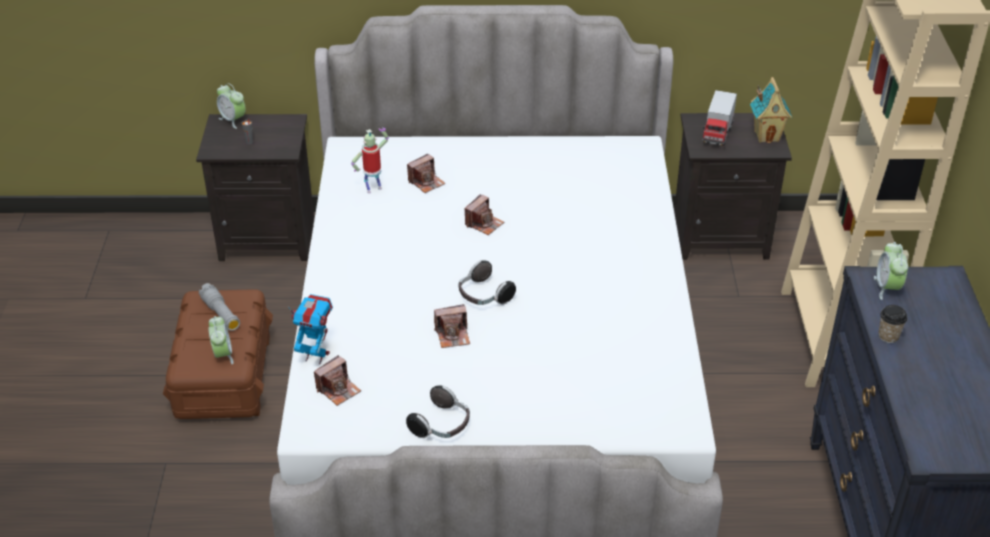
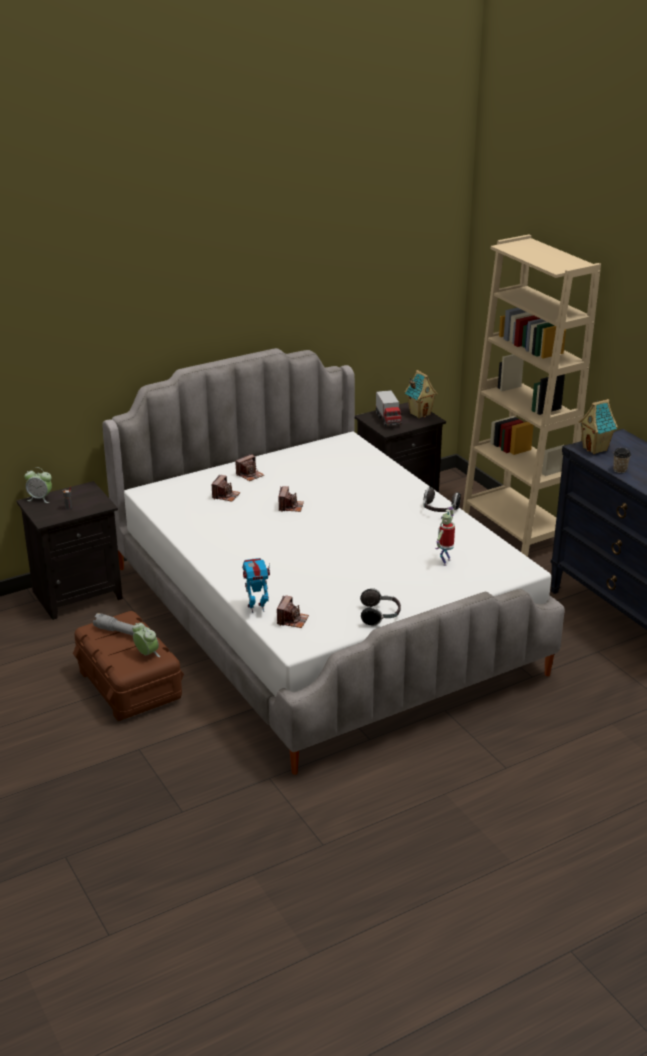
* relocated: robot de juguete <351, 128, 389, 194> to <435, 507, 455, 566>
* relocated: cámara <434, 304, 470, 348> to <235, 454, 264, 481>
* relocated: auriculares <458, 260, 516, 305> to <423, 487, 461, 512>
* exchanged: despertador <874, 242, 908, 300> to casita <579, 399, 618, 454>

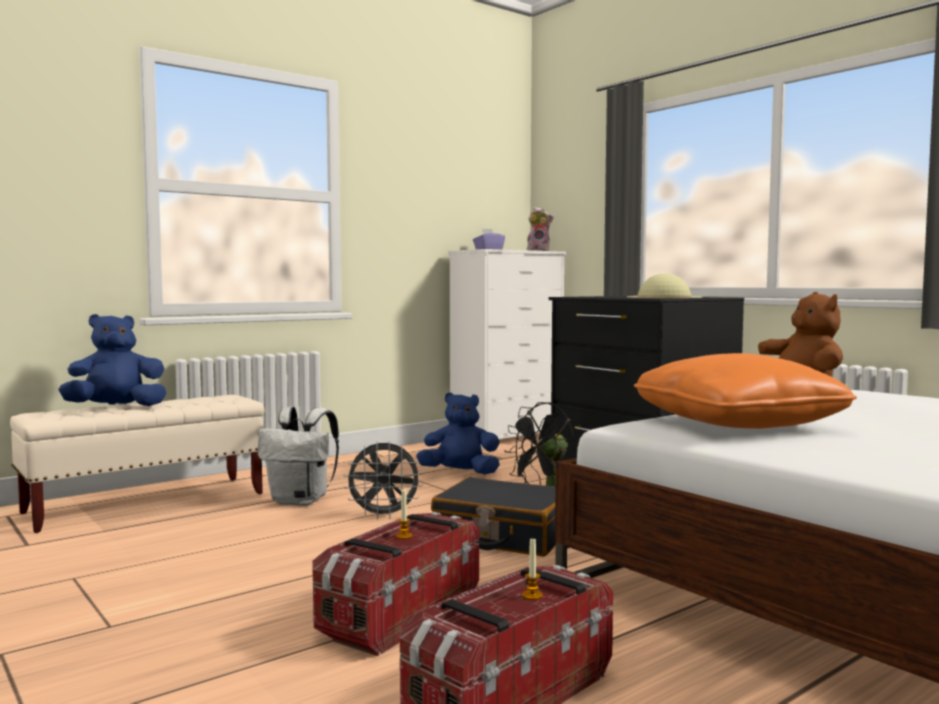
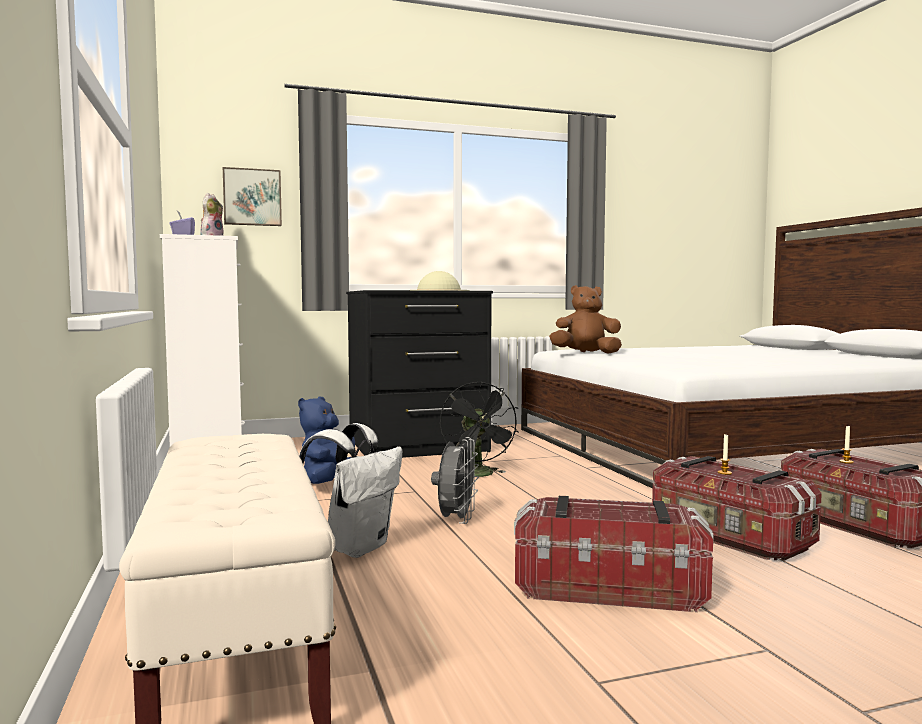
* missing: peluche [azul] <59, 314, 167, 406>
* missing: maleta [negro] <431, 477, 556, 557>
* missing: cojín [naranja] <634, 353, 857, 429>
* appeared: cuadro <223, 167, 282, 226>
* appeared: caja de almacenaje <514, 496, 714, 612>

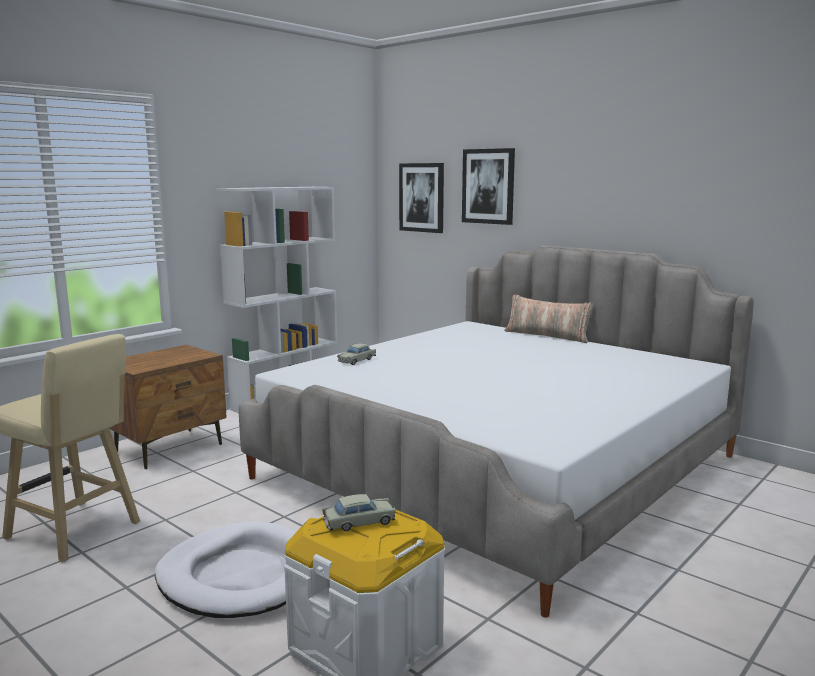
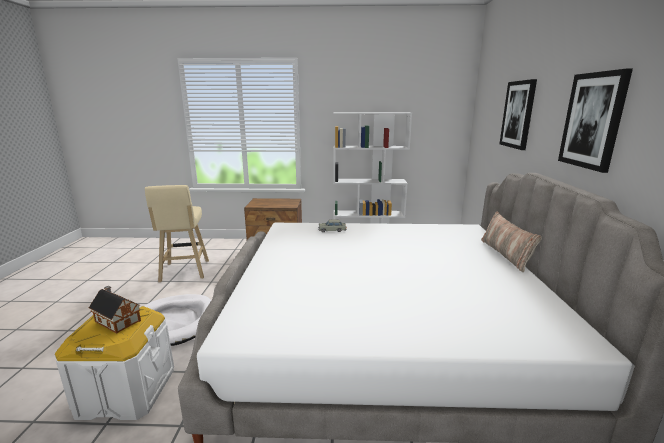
* exchanged: coche de juguete [beis] <322, 494, 396, 531> to casita <89, 286, 141, 334>
* relocated: cuadro <399, 163, 444, 233> to <558, 68, 633, 173>

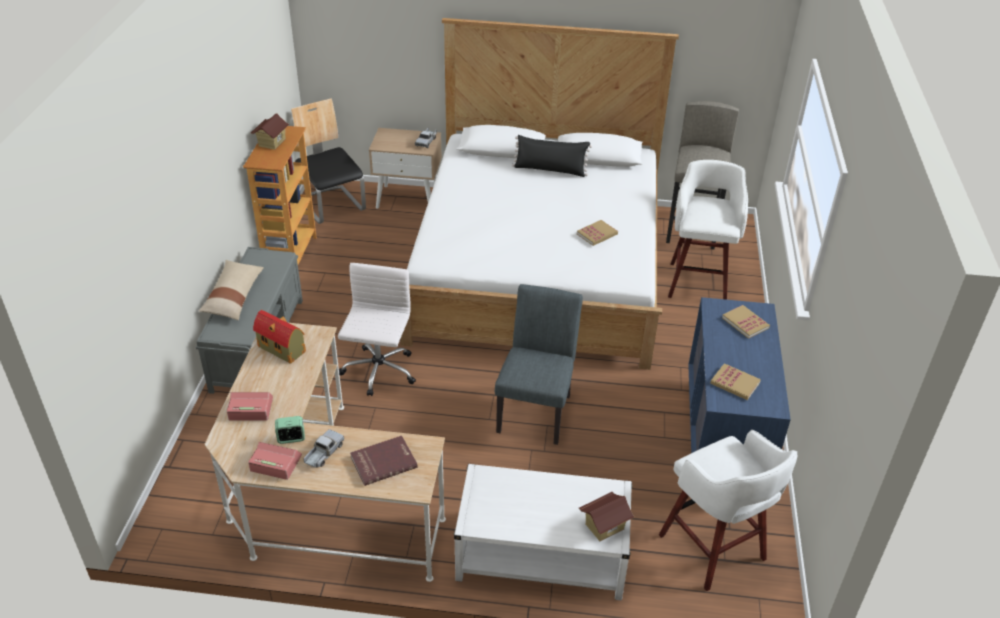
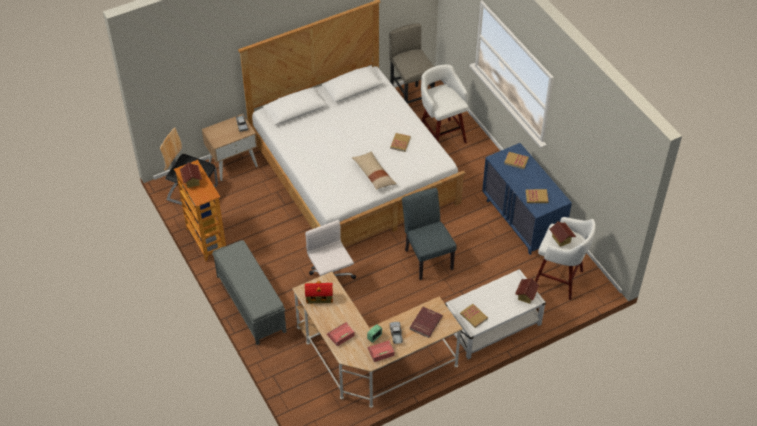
* relocated: cojín [beis] <199, 260, 264, 320> to <352, 152, 397, 190>
* missing: cojín [negro] <512, 135, 592, 177>
* appeared: libro <460, 304, 488, 328>
* appeared: casita <549, 221, 576, 247>

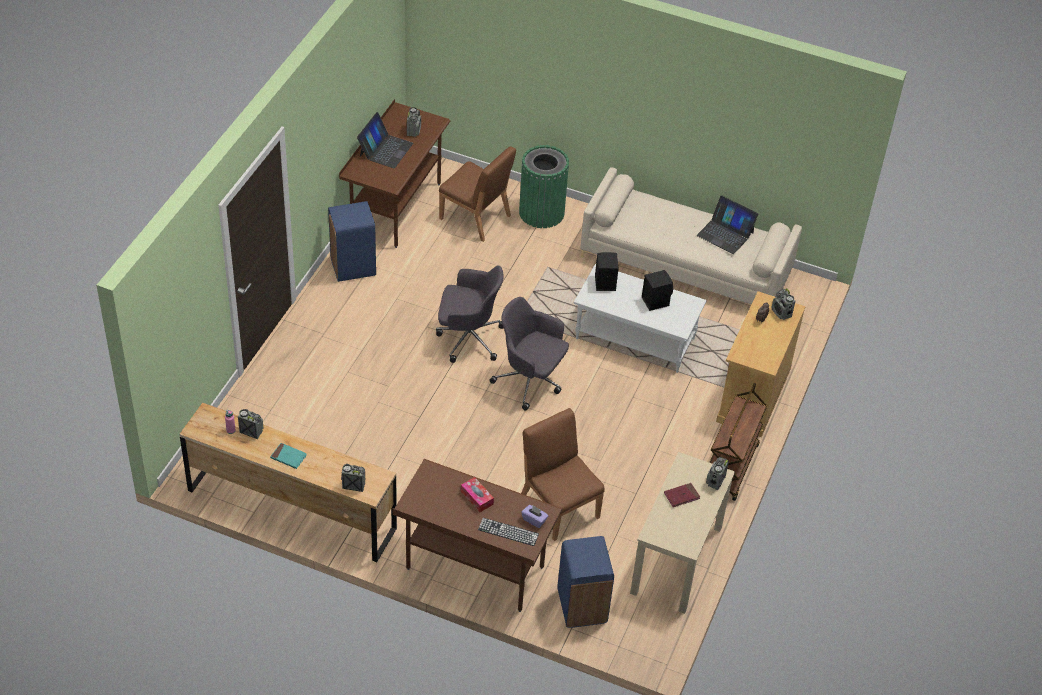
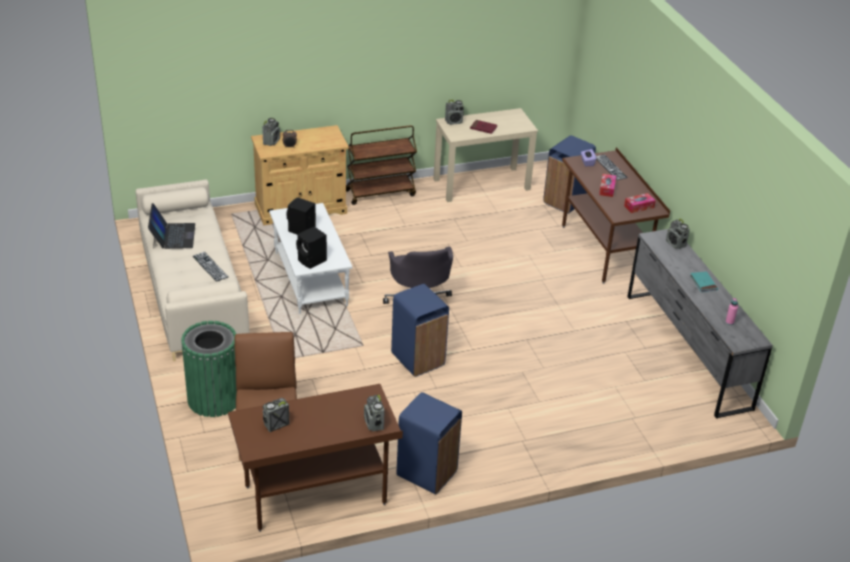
* colour: cómoda [marrón] <179, 403, 397, 562> to cómoda [gris] <627, 229, 773, 419>
* relocated: radio <238, 409, 263, 439> to <364, 394, 385, 432>
* missing: portátil <357, 112, 413, 168>
* exchanged: silla de oficina [gris] <436, 266, 504, 363> to papelera [azul] <391, 284, 449, 377>
* missing: silla [marrón] <521, 408, 605, 541>
* appeared: teclado <192, 252, 229, 282>
* appeared: caja de pañuelos <624, 193, 656, 213>

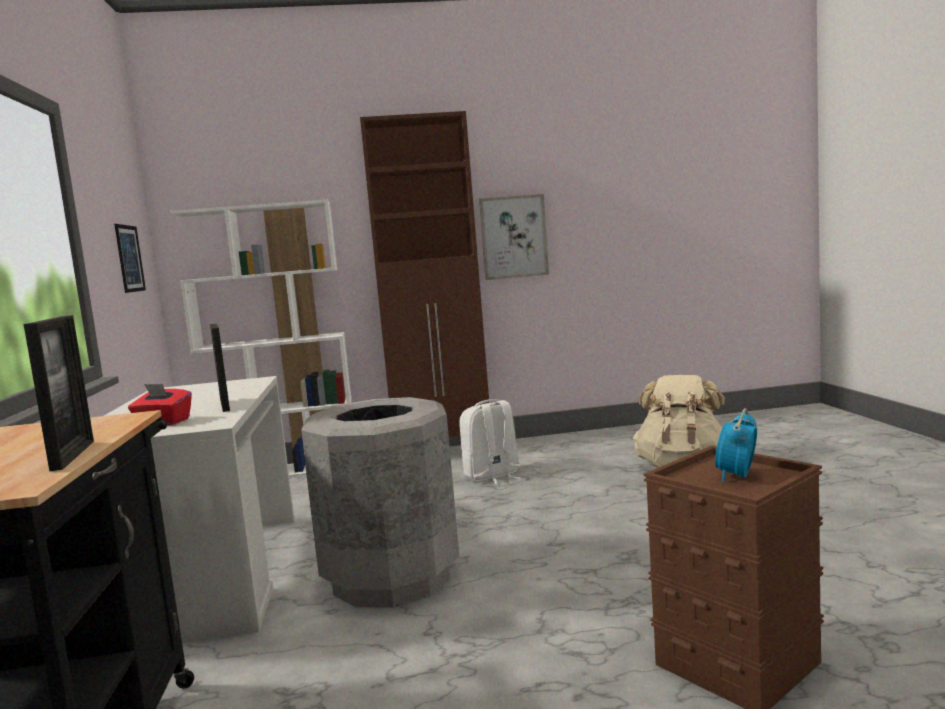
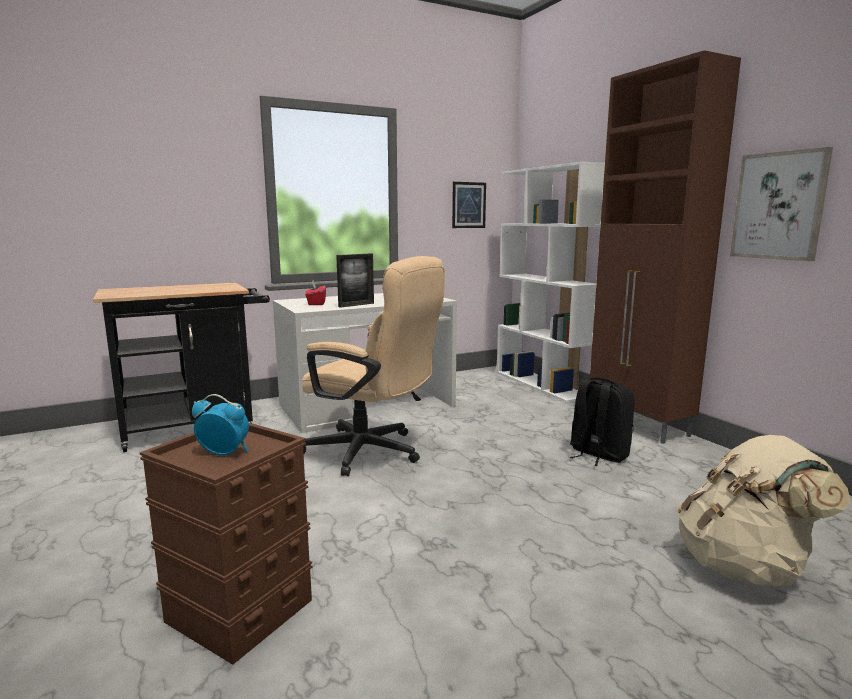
* missing: portarretratos <24, 315, 94, 472>
* exchanged: papelera [gris] <301, 397, 459, 608> to silla de oficina [beis] <301, 256, 445, 476>
* colour: mochila [blanco] <460, 399, 521, 485> to mochila [negro] <570, 377, 635, 466>

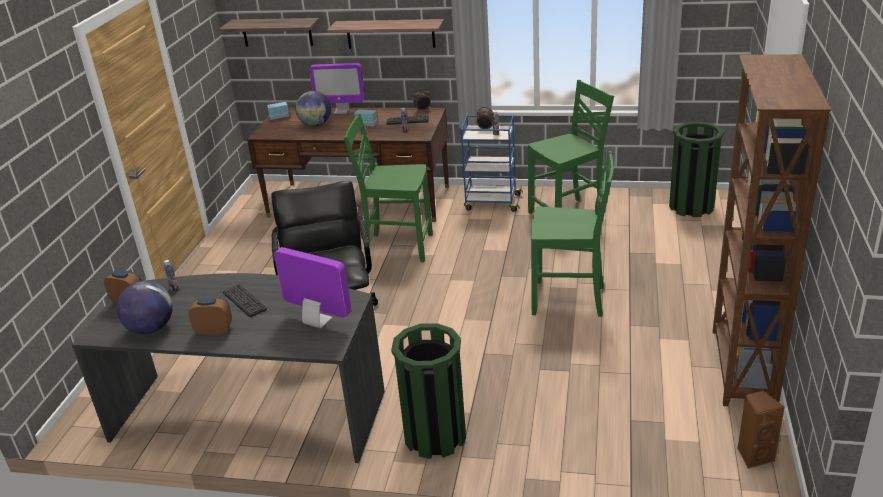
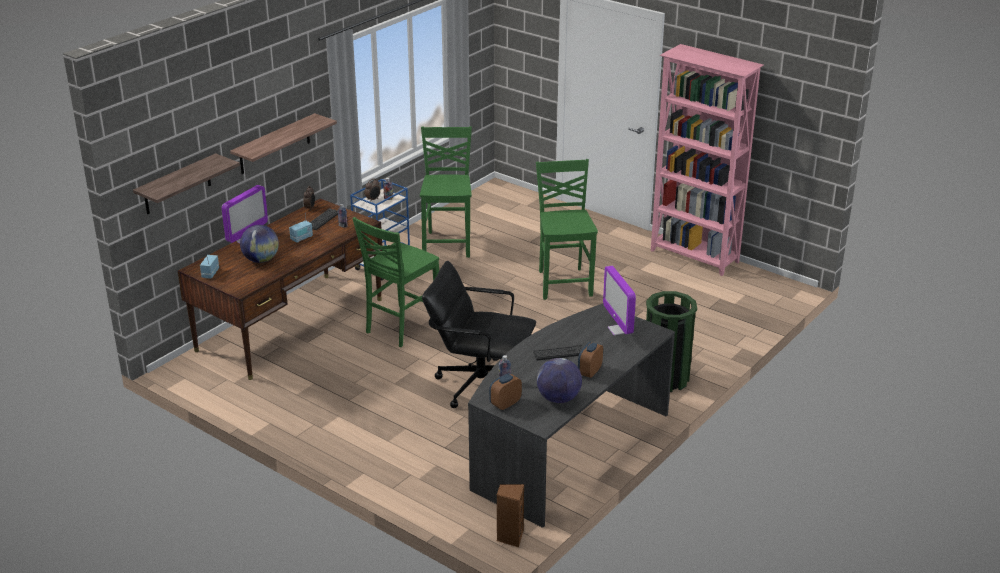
* spun: monitor <274, 247, 351, 329> = <603, 266, 636, 336> 75 degrees counterclockwise
* spun: silla [verde] <531, 151, 613, 317> = <536, 159, 598, 300> 45 degrees counterclockwise
* missing: papelera [verde] <669, 121, 724, 217>
* colour: estantería [marrón] <713, 54, 831, 406> to estantería [rosa] <651, 44, 764, 276>
* relocated: altavoz [marrón] <737, 390, 785, 469> to <497, 484, 524, 547>

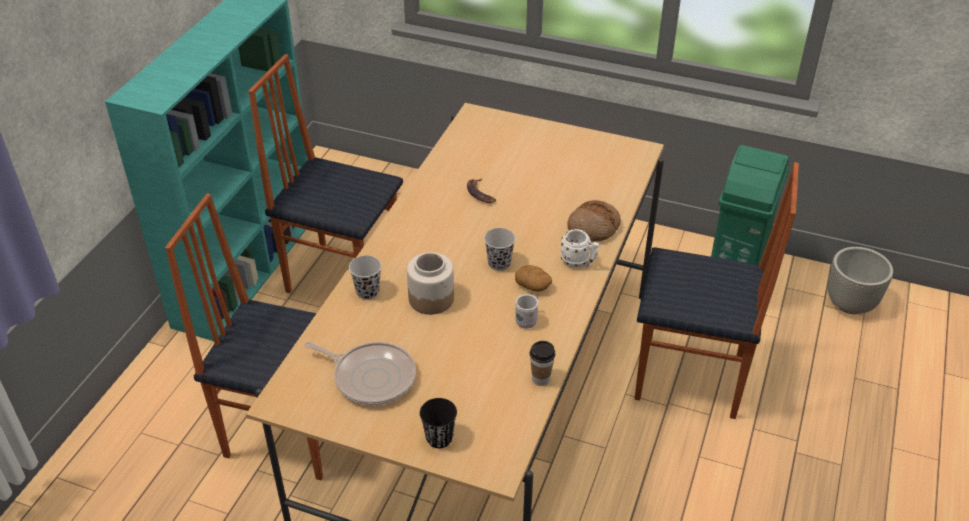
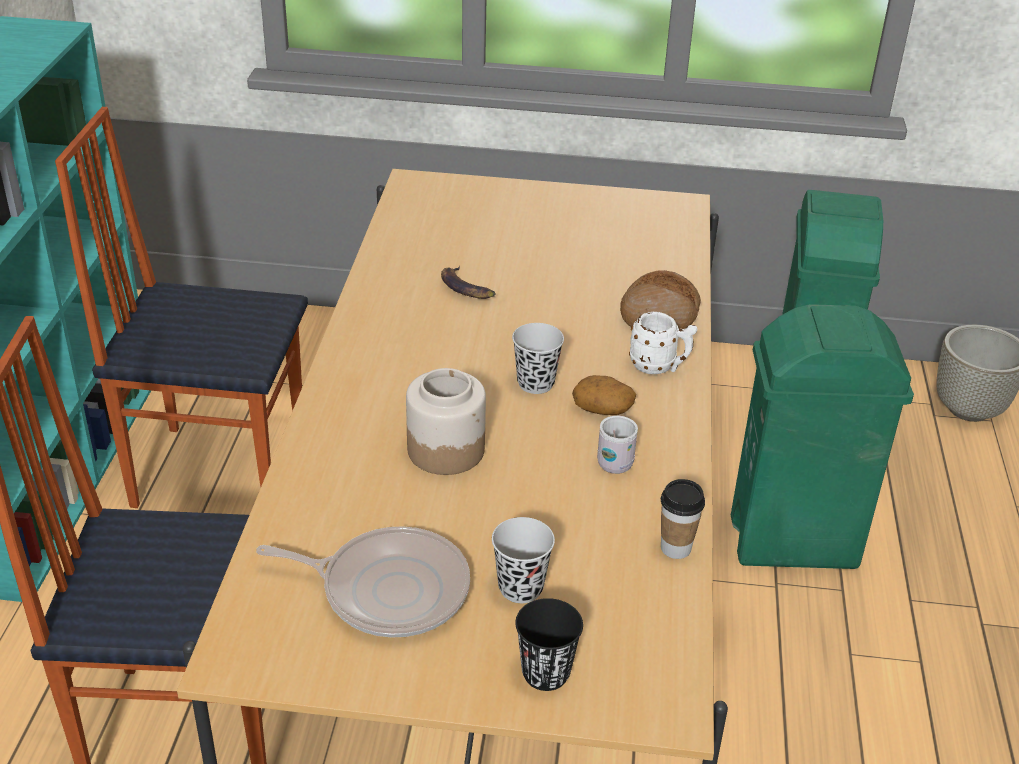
* relocated: taza [negro] <349, 255, 382, 300> to <492, 517, 555, 603>
* exchanged: silla <635, 162, 799, 419> to papelera [verde] <731, 304, 914, 569>

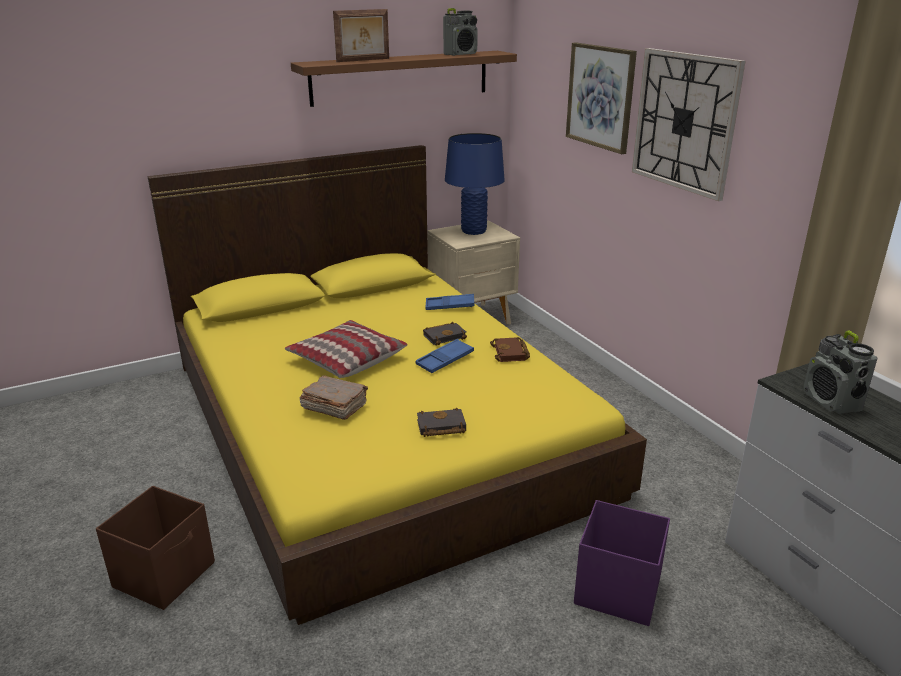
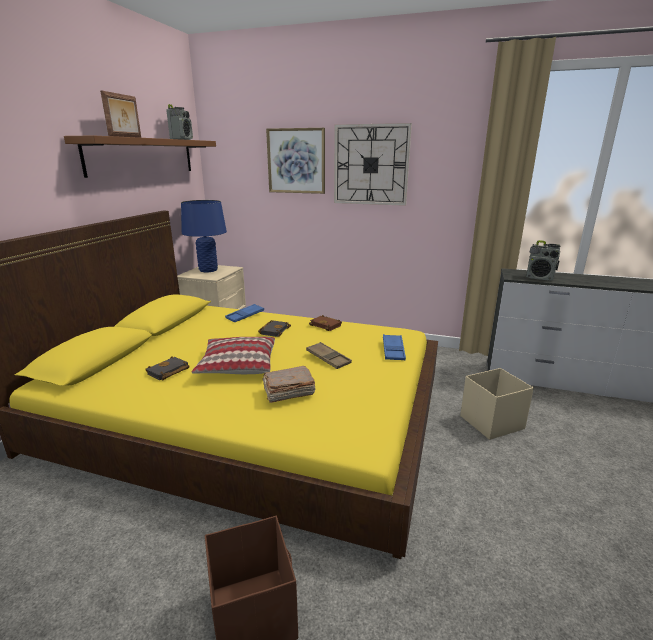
* relocated: bandeja [azul] <415, 339, 474, 373> to <383, 334, 406, 360>
* relocated: libro [negro] <417, 407, 466, 437> to <145, 357, 189, 380>
* colour: caja de almacenaje [morado] <574, 500, 670, 626> to caja de almacenaje [beis] <460, 368, 534, 440>
* appeared: bandeja [marrón] <306, 342, 352, 369>

